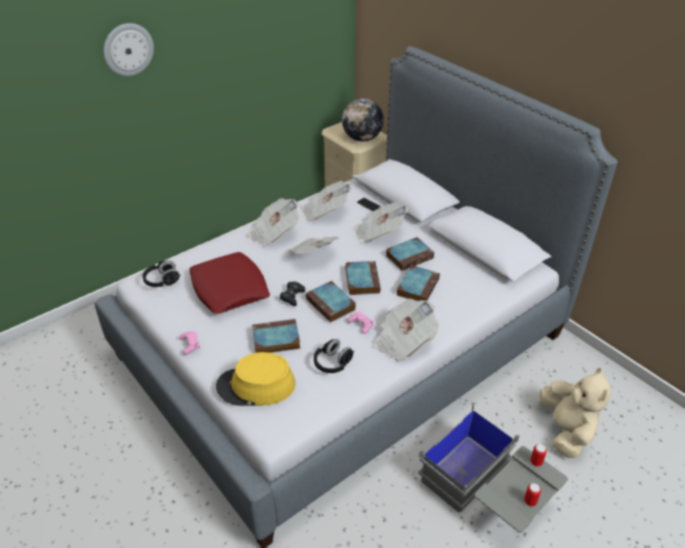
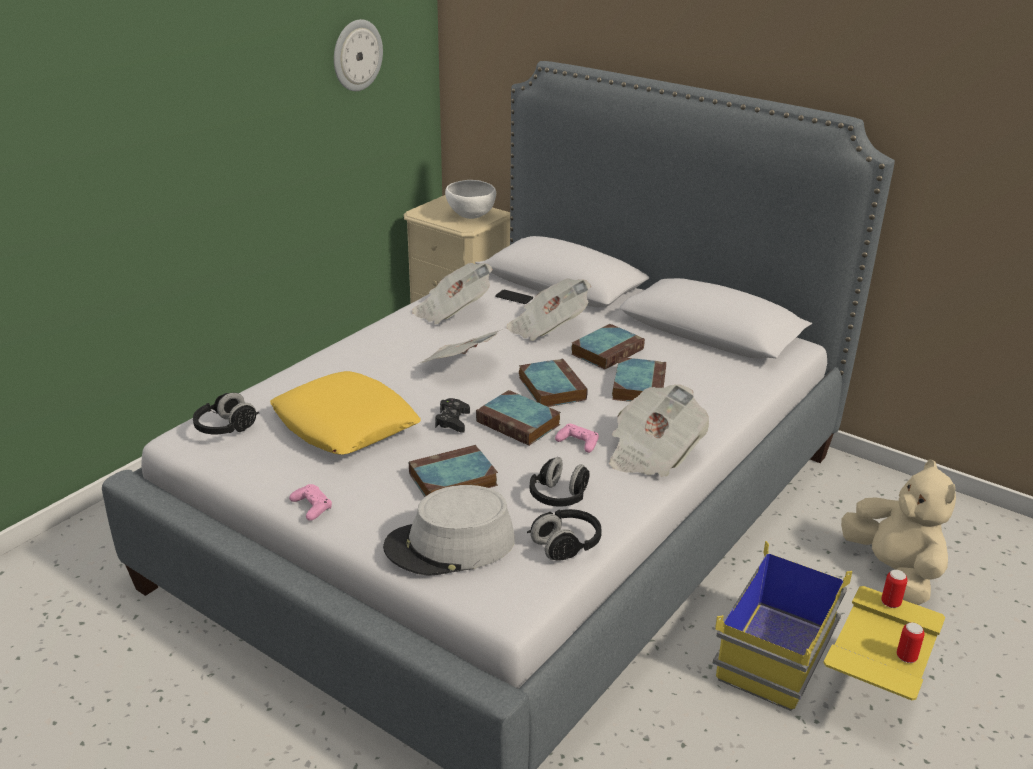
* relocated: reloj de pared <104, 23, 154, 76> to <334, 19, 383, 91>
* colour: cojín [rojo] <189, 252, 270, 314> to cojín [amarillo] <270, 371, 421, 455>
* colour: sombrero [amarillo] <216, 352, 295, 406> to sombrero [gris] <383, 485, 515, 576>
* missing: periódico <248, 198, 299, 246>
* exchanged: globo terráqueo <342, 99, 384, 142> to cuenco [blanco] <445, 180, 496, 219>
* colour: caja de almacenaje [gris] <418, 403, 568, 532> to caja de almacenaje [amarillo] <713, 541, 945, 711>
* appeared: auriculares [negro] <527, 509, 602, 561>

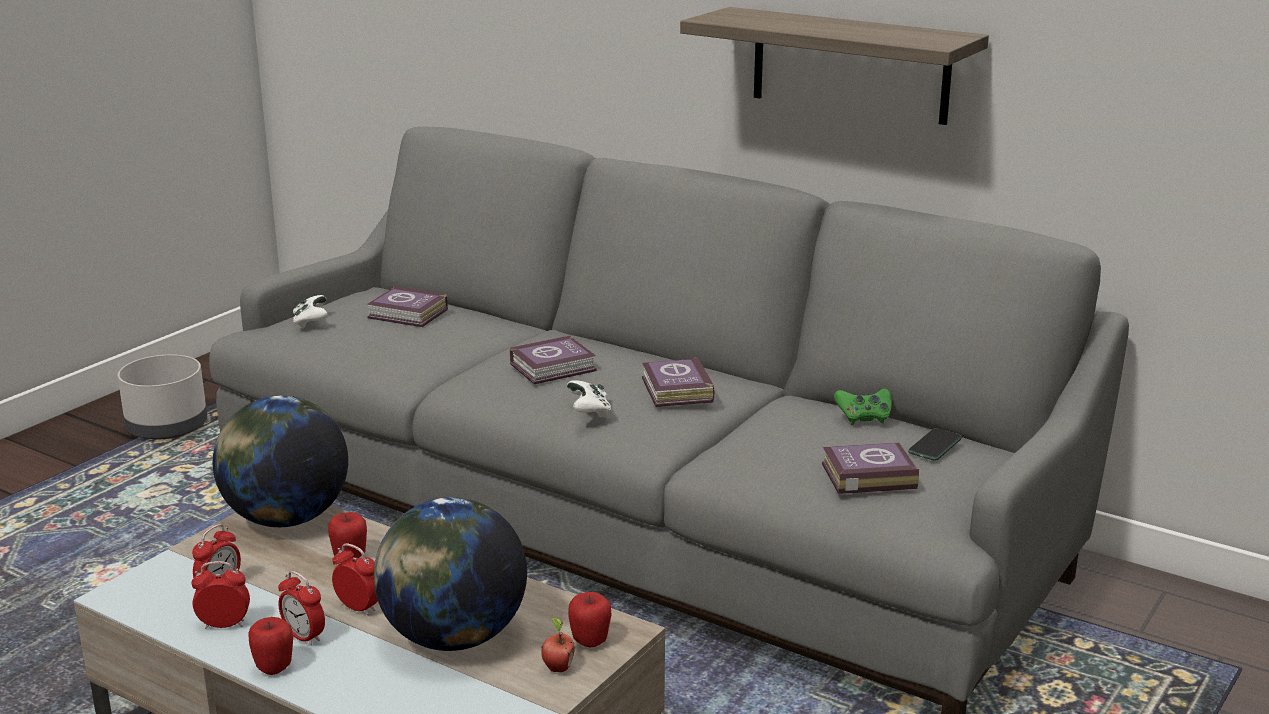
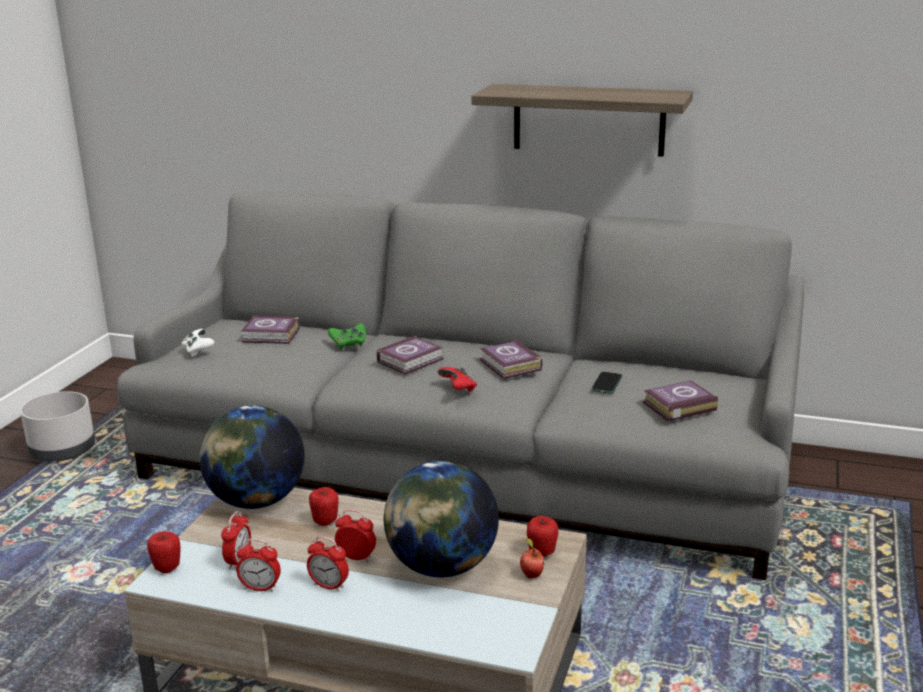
* spun: despertador <191, 561, 250, 629> = <236, 539, 281, 592> 150 degrees counterclockwise
* relocated: manzana <248, 617, 293, 675> to <147, 531, 180, 573>
* colour: mando de consola [blanco] <567, 380, 611, 418> to mando de consola [rojo] <437, 367, 477, 392>
* relocated: mando de consola [verde] <834, 389, 892, 425> to <328, 323, 366, 349>
* relocated: móvil <908, 428, 962, 461> to <591, 372, 622, 394>

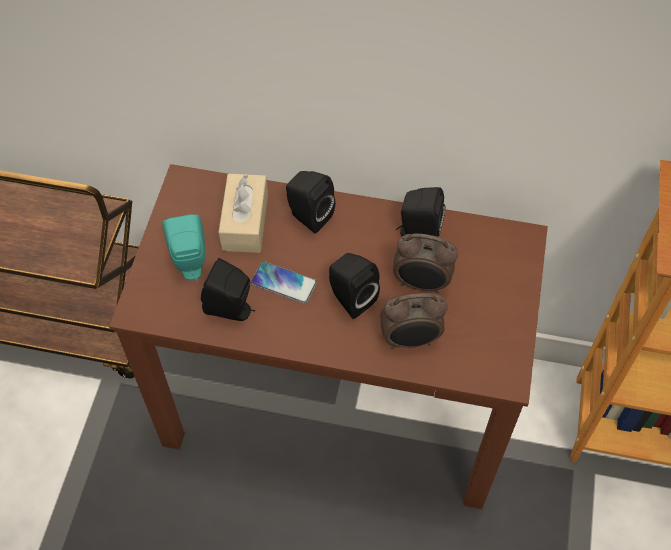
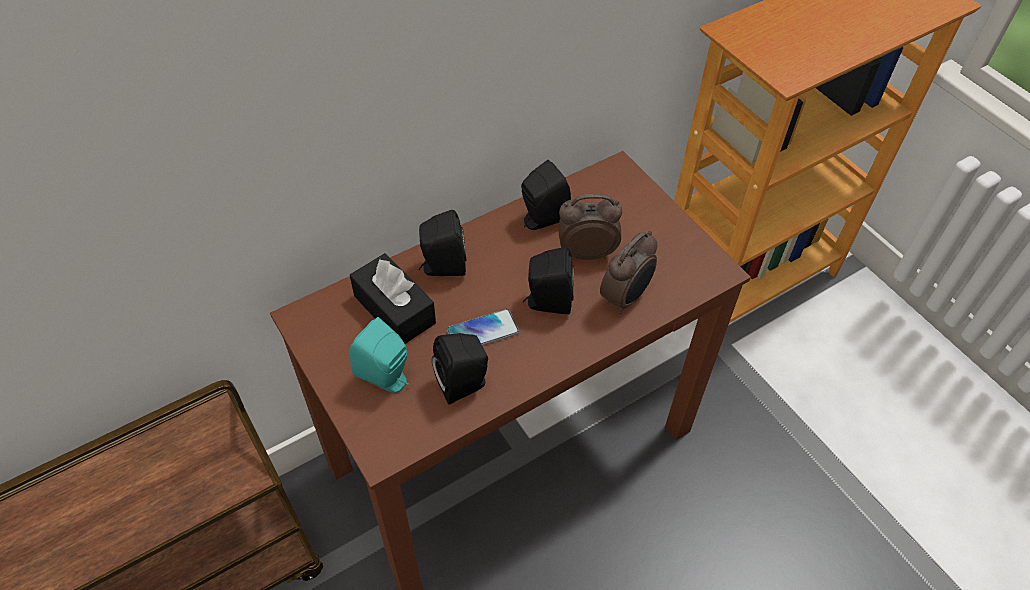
* colour: caja de pañuelos [beis] <218, 173, 268, 253> to caja de pañuelos [negro] <350, 253, 436, 344>
* spun: despertador <393, 234, 458, 293> = <559, 194, 622, 260> 150 degrees counterclockwise

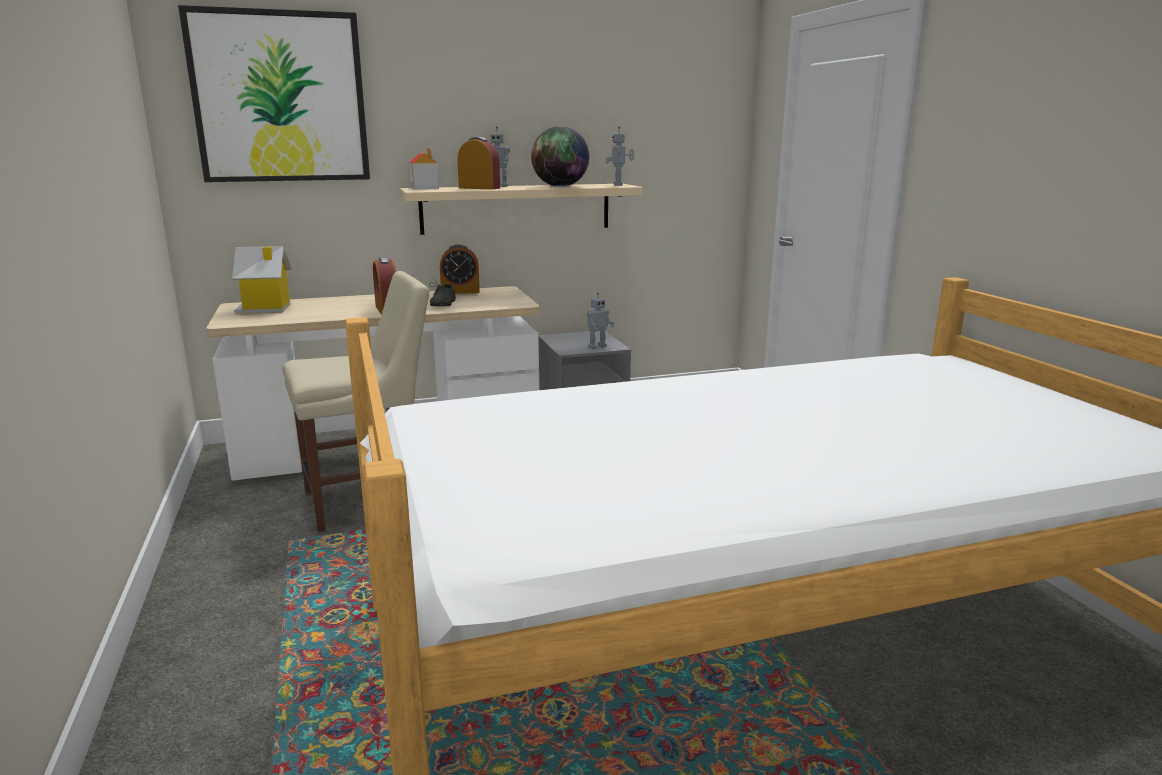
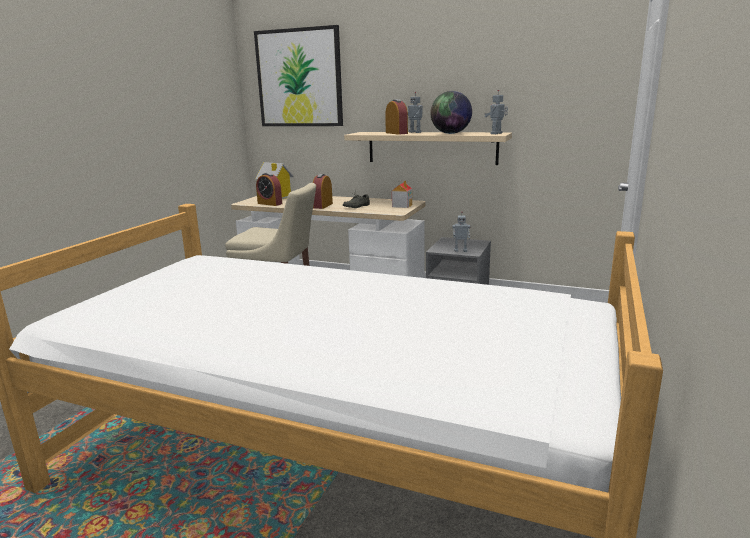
* relocated: casita <408, 147, 439, 190> to <392, 180, 412, 208>
* relocated: despertador <440, 244, 480, 294> to <256, 173, 282, 206>

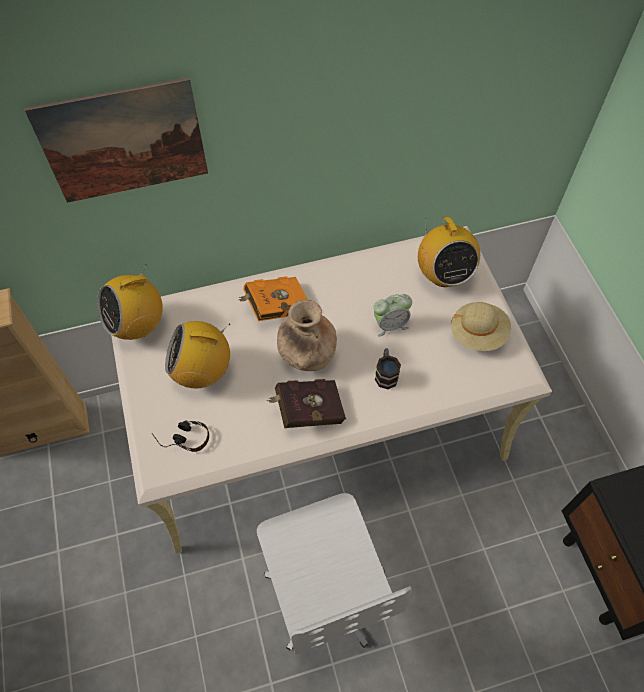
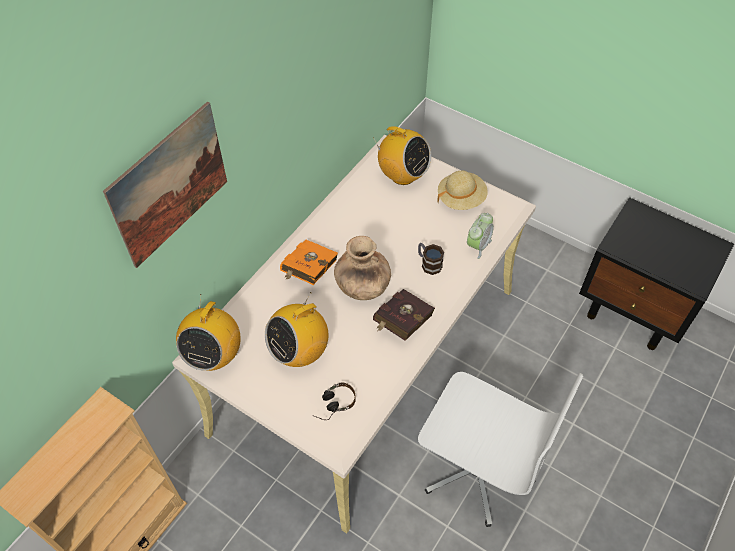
* relocated: despertador <373, 294, 412, 336> to <467, 213, 494, 259>

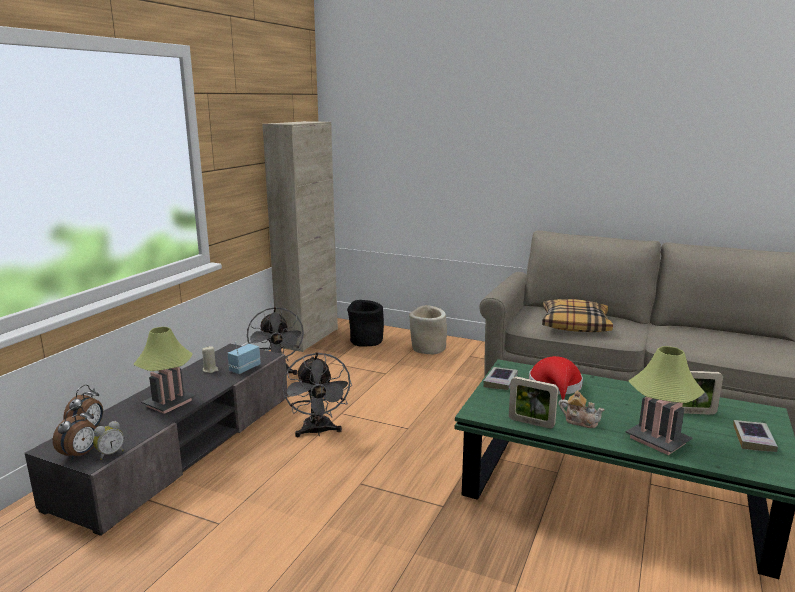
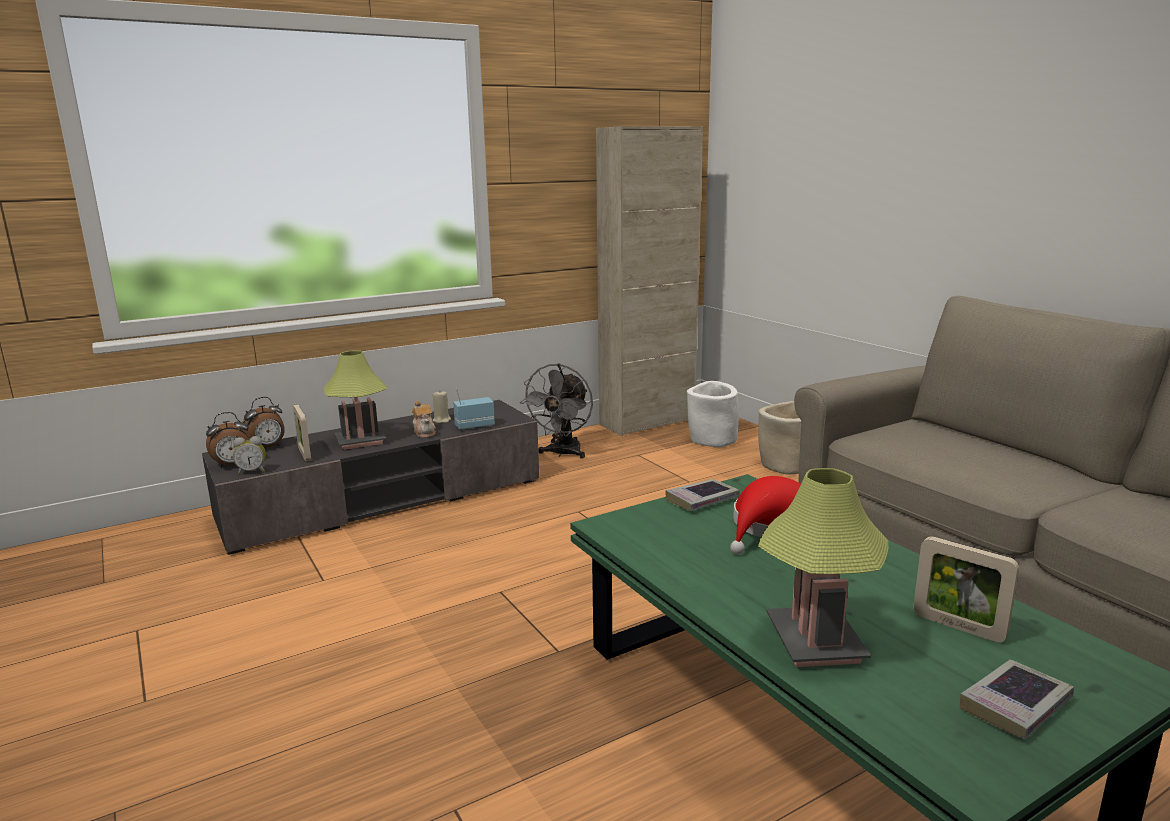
* missing: ventilador [gris] <282, 352, 352, 437>
* colour: maceta [negro] <347, 300, 384, 346> to maceta [blanco] <687, 381, 739, 447>
* relocated: portarretratos <509, 376, 558, 429> to <293, 404, 311, 462>
* missing: cojín <542, 299, 613, 332>
* relocated: tetera <559, 390, 605, 428> to <412, 400, 436, 438>

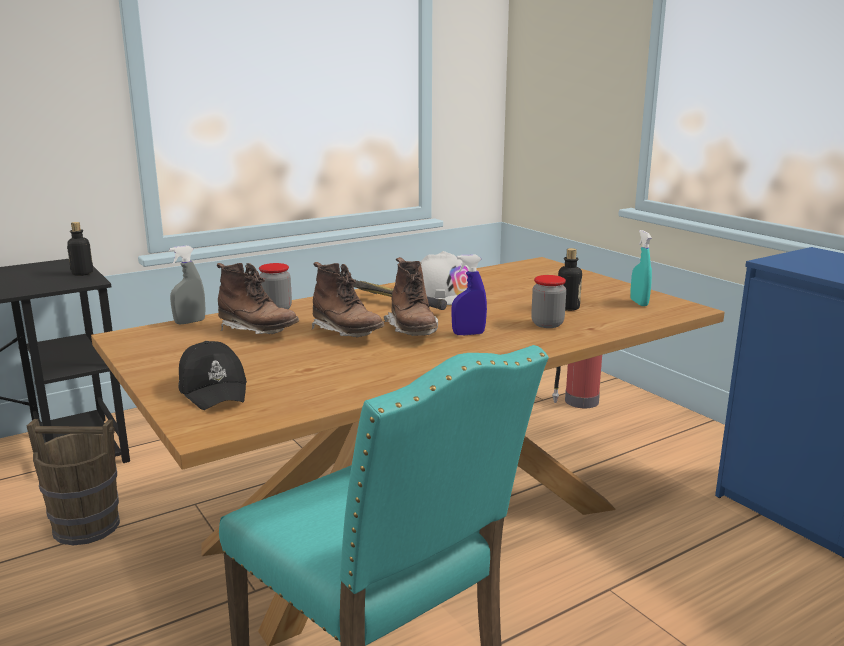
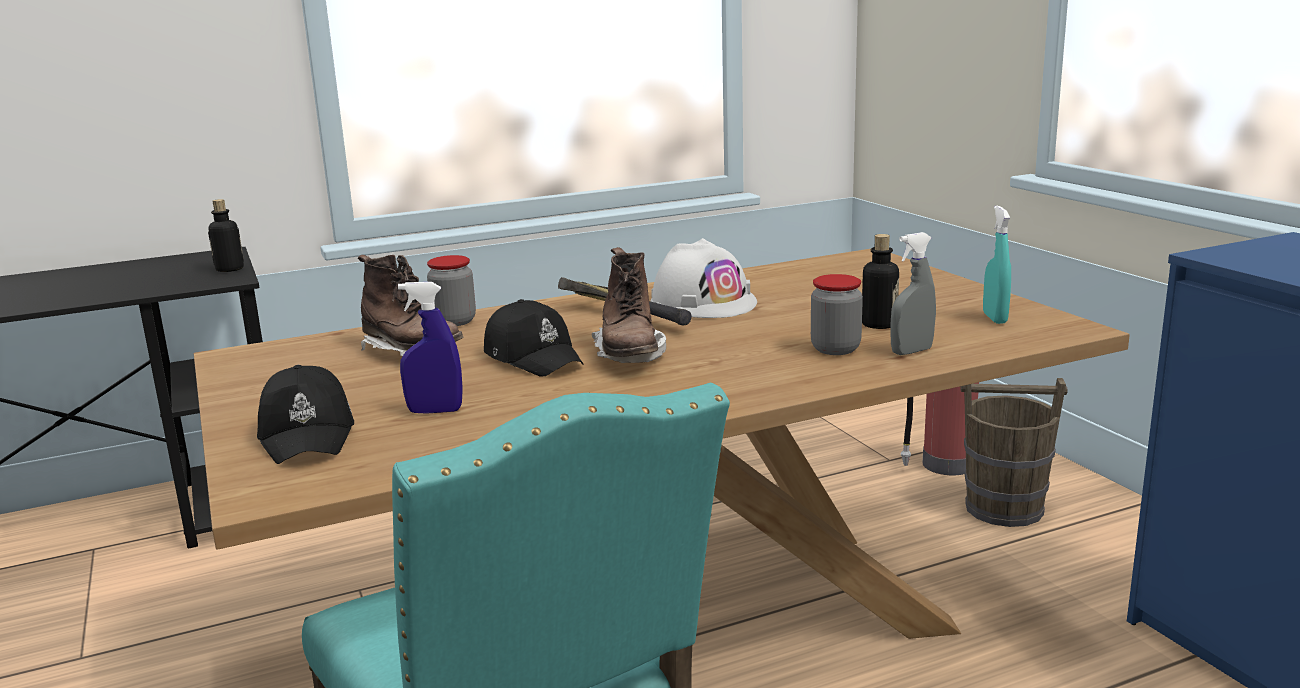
* relocated: cubo [marrón] <27, 419, 120, 545> to <960, 378, 1068, 527>
* relocated: pulverizador [gris] <169, 245, 205, 325> to <890, 232, 936, 355>
* exchanged: bota [marrón] <312, 262, 385, 338> to gorra [negro] <484, 299, 584, 376>
* relocated: pulverizador [azul] <451, 254, 487, 335> to <398, 282, 463, 414>

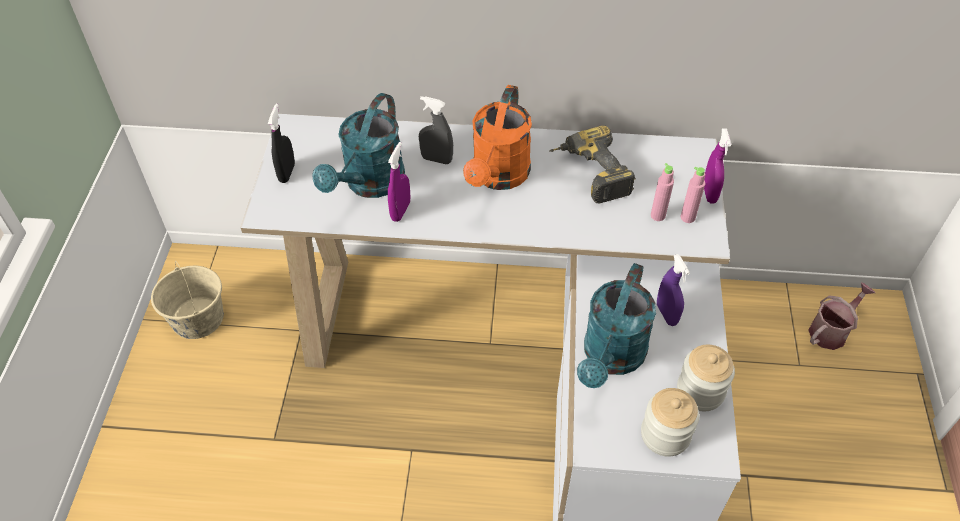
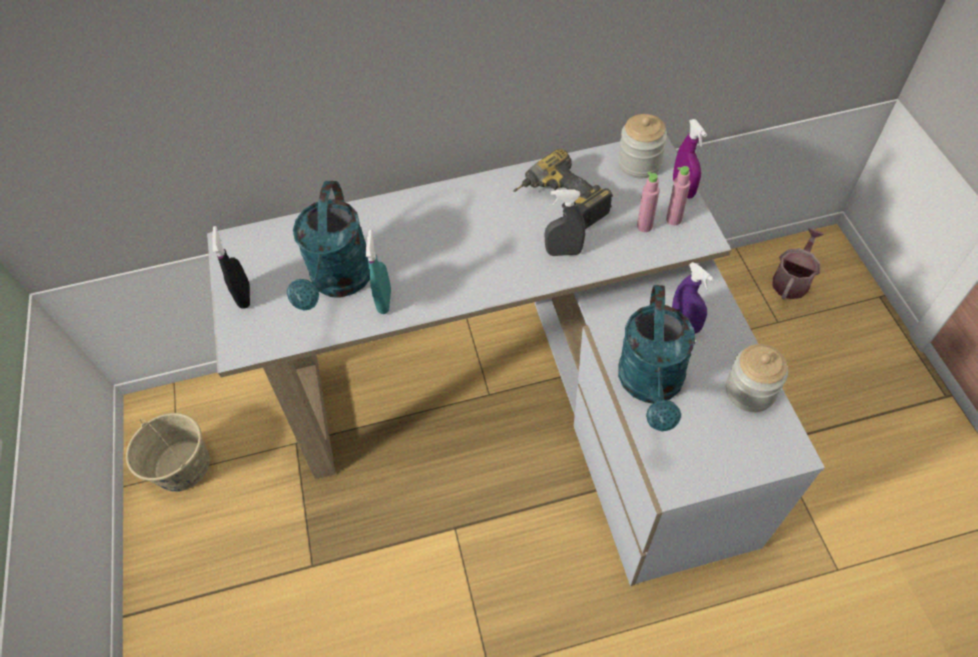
* colour: pulverizador [morado] <388, 142, 410, 222> to pulverizador [turquesa] <366, 230, 391, 314>
* relocated: pulverizador [gris] <419, 96, 453, 164> to <544, 189, 585, 256>
* missing: regadera [naranja] <463, 85, 532, 190>
* relocated: tarro <641, 388, 699, 457> to <618, 114, 667, 178>

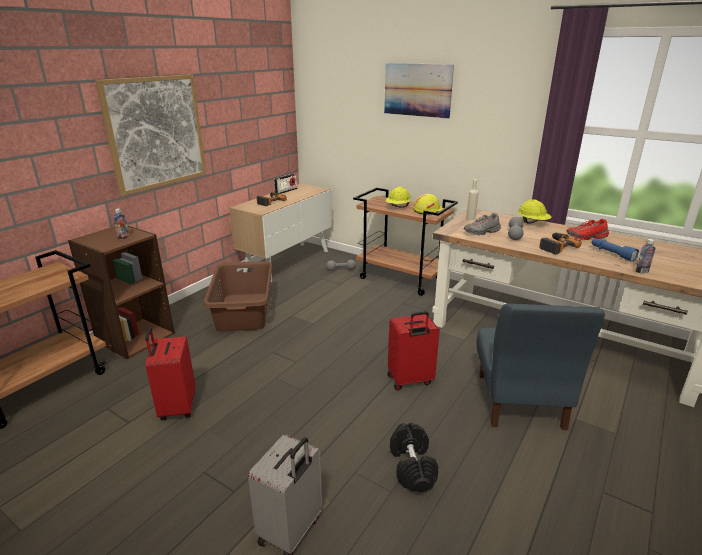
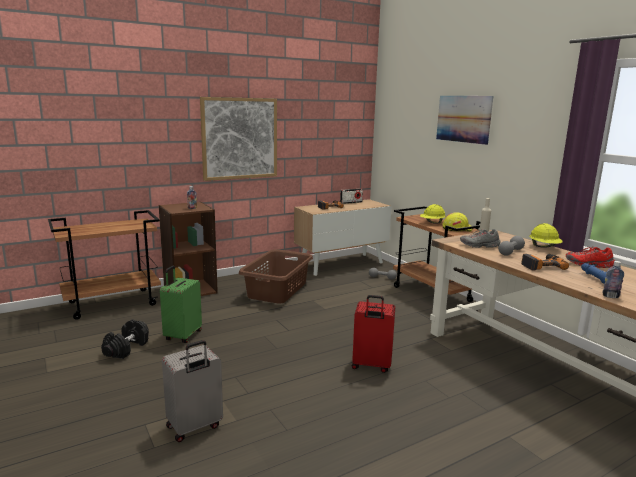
* colour: maleta [rojo] <145, 327, 195, 420> to maleta [verde] <160, 265, 202, 343>
* relocated: mancuerna [negro] <390, 423, 438, 492> to <101, 319, 149, 359>
* missing: silla [azul] <477, 304, 605, 430>

